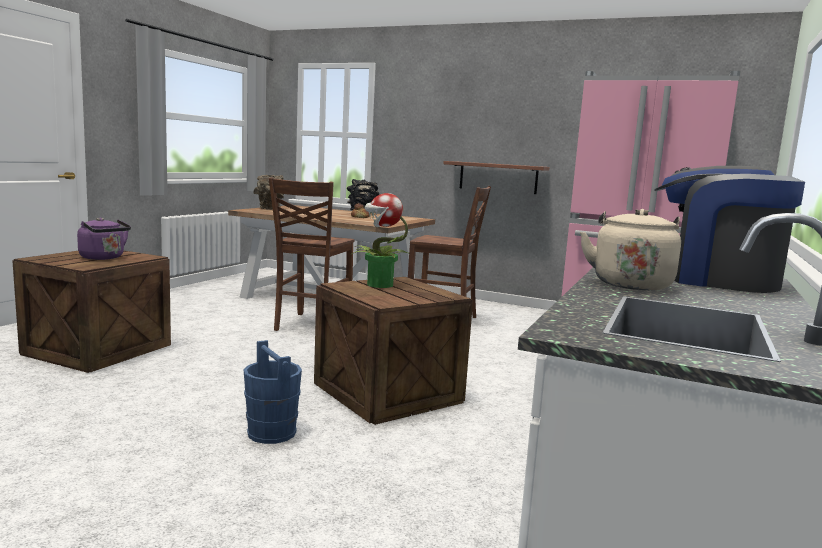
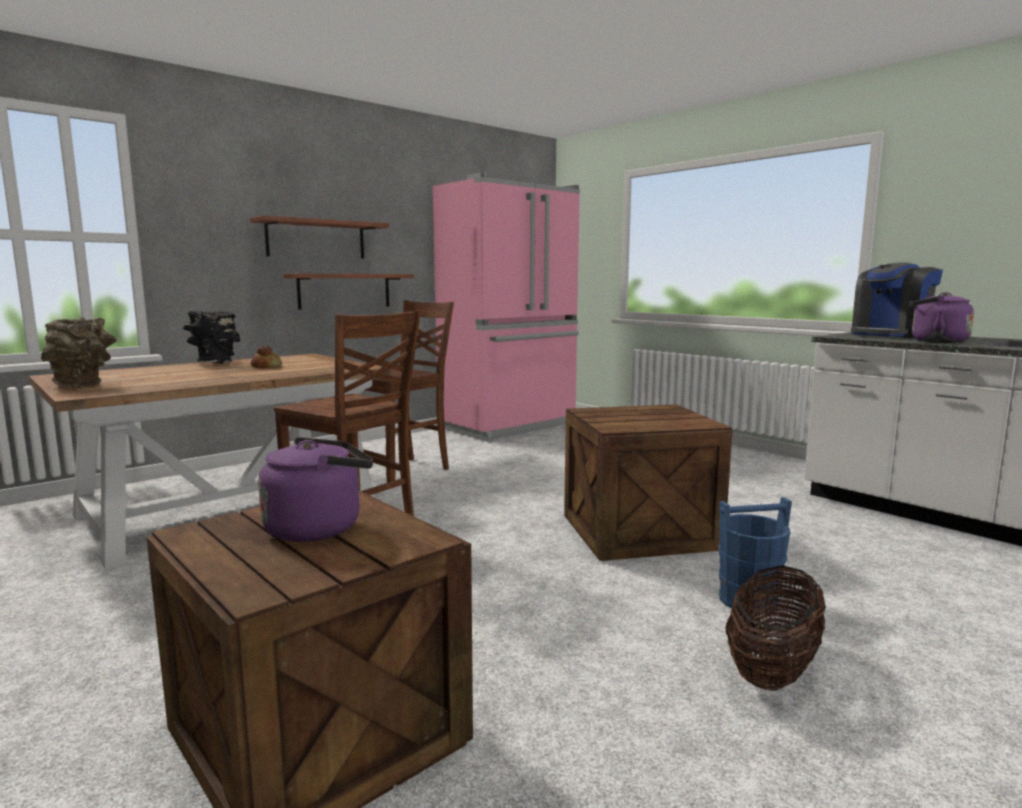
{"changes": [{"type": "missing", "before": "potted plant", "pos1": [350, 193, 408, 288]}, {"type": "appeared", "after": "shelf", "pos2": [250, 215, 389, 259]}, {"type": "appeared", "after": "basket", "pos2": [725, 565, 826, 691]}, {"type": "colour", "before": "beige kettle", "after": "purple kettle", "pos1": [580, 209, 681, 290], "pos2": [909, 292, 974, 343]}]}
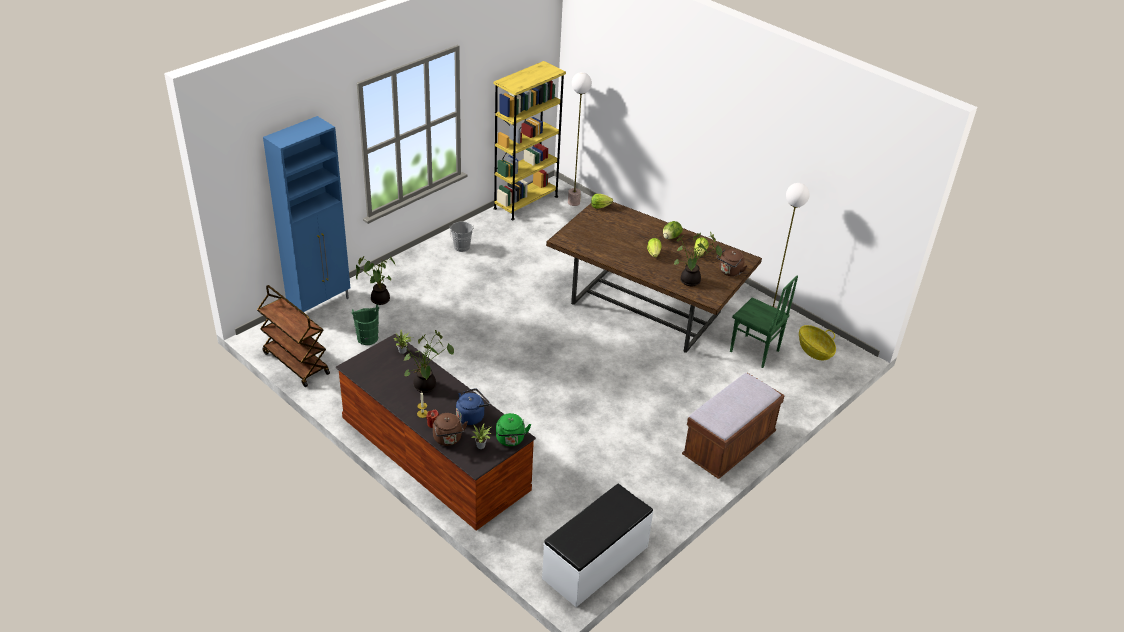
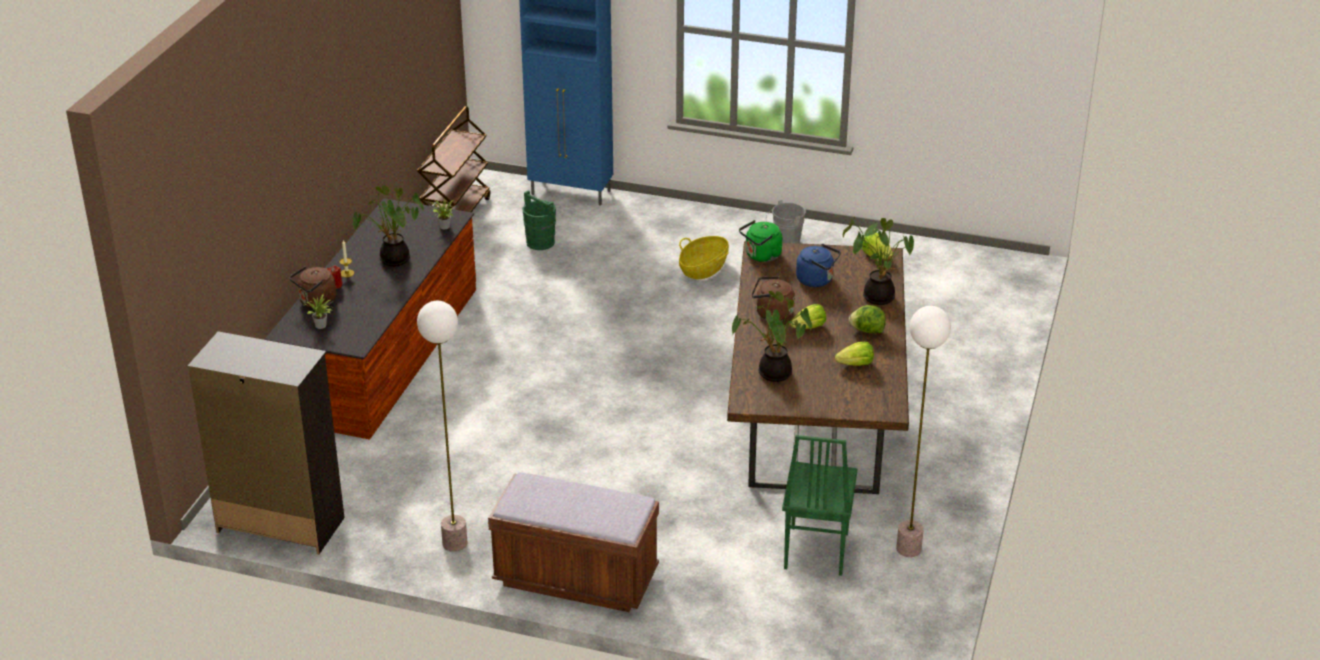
{"changes": [{"type": "missing", "before": "yellow bookcase", "pos1": [493, 61, 566, 220]}, {"type": "relocated", "before": "potted plant", "pos1": [356, 256, 396, 305], "pos2": [843, 217, 914, 305]}, {"type": "relocated", "before": "blue kettle", "pos1": [456, 388, 490, 425], "pos2": [796, 244, 841, 287]}, {"type": "relocated", "before": "green kettle", "pos1": [496, 413, 531, 446], "pos2": [739, 220, 782, 262]}, {"type": "relocated", "before": "floor lamp", "pos1": [568, 72, 592, 206], "pos2": [417, 301, 468, 552]}, {"type": "relocated", "before": "brown kettle", "pos1": [717, 249, 747, 276], "pos2": [752, 276, 795, 321]}, {"type": "relocated", "before": "basket", "pos1": [799, 325, 836, 360], "pos2": [679, 236, 729, 279]}, {"type": "exchanged", "before": "white bench", "after": "black dresser", "pos1": [542, 484, 653, 607], "pos2": [187, 331, 345, 554]}]}
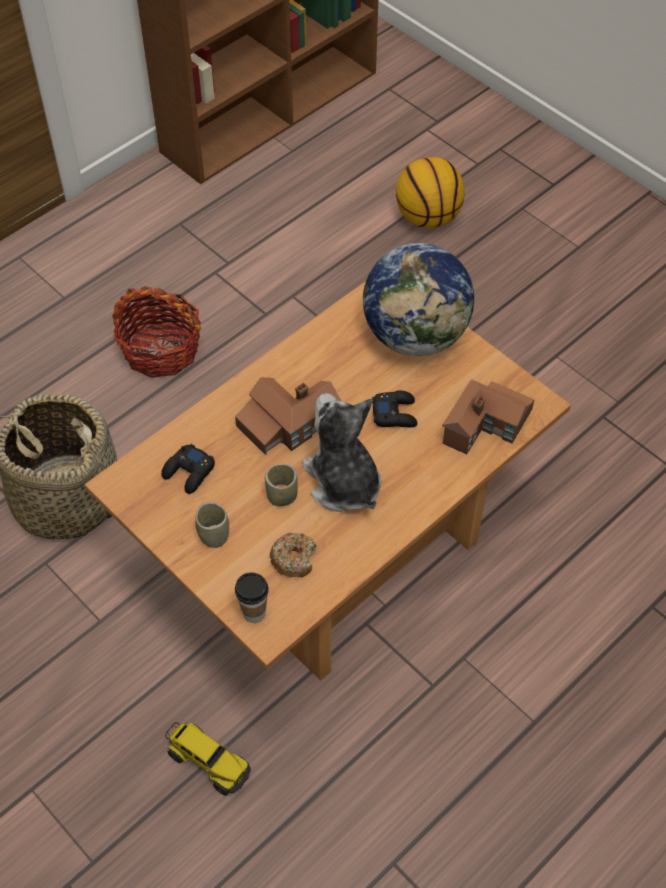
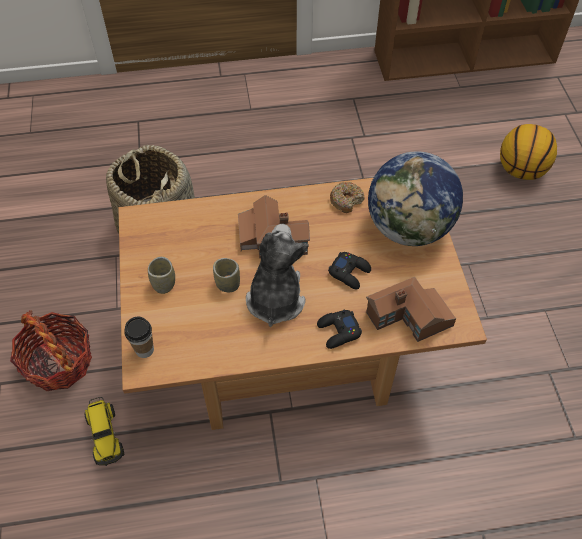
{"changes": [{"type": "relocated", "before": "basket", "pos1": [112, 286, 201, 378], "pos2": [10, 310, 92, 391]}, {"type": "relocated", "before": "black game controller", "pos1": [161, 444, 215, 494], "pos2": [317, 310, 362, 349]}, {"type": "relocated", "before": "donut", "pos1": [269, 532, 317, 577], "pos2": [330, 182, 365, 213]}]}
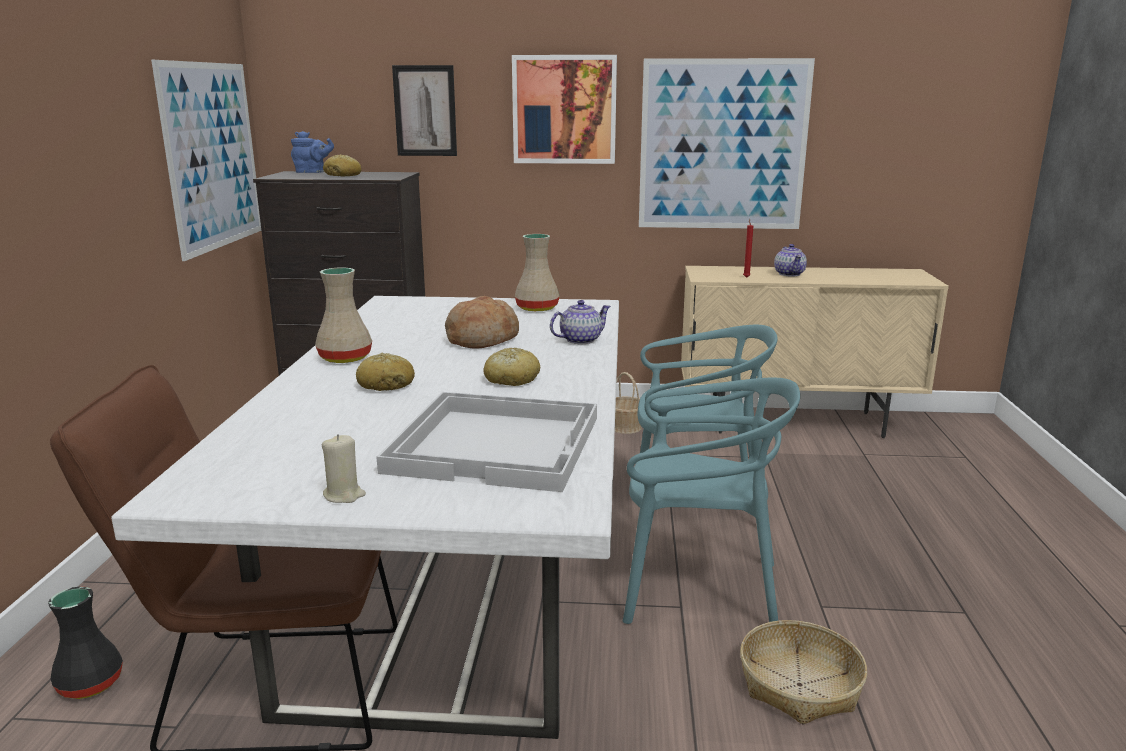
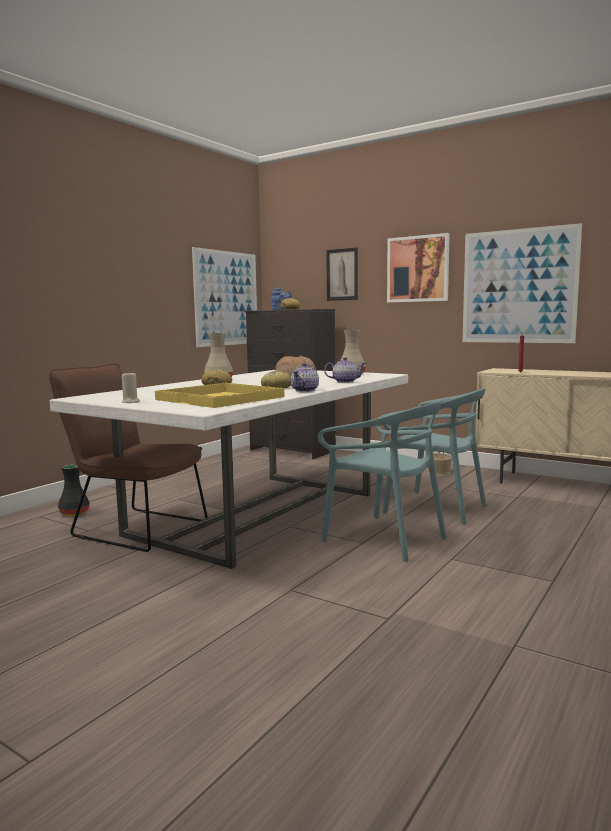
{"changes": [{"type": "missing", "before": "basket", "pos1": [740, 620, 867, 724]}, {"type": "relocated", "before": "teapot", "pos1": [774, 244, 807, 276], "pos2": [291, 363, 319, 392]}, {"type": "colour", "before": "white tray", "after": "yellow tray", "pos1": [377, 392, 597, 492], "pos2": [155, 383, 284, 408]}]}
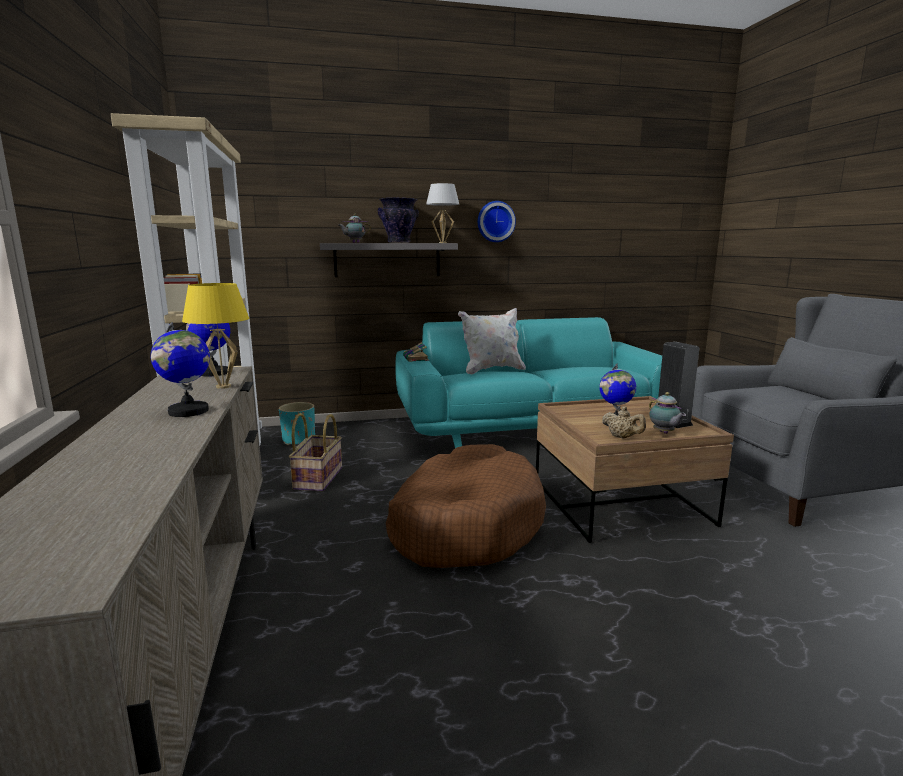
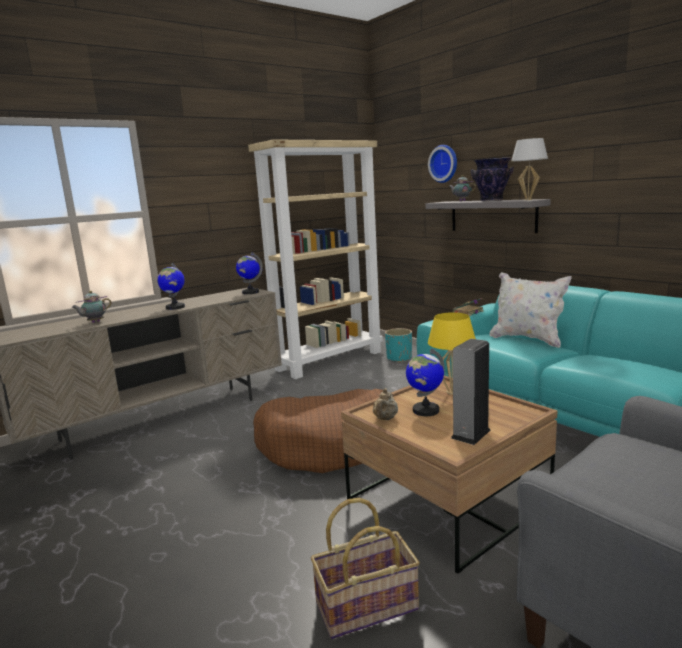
{"changes": [{"type": "relocated", "before": "yellow table lamp", "pos1": [182, 283, 249, 389], "pos2": [428, 312, 476, 395]}, {"type": "relocated", "before": "basket", "pos1": [289, 413, 342, 491], "pos2": [311, 498, 420, 639]}, {"type": "relocated", "before": "wall clock", "pos1": [478, 201, 516, 242], "pos2": [428, 145, 457, 183]}, {"type": "relocated", "before": "teapot", "pos1": [649, 392, 686, 434], "pos2": [72, 291, 112, 323]}]}
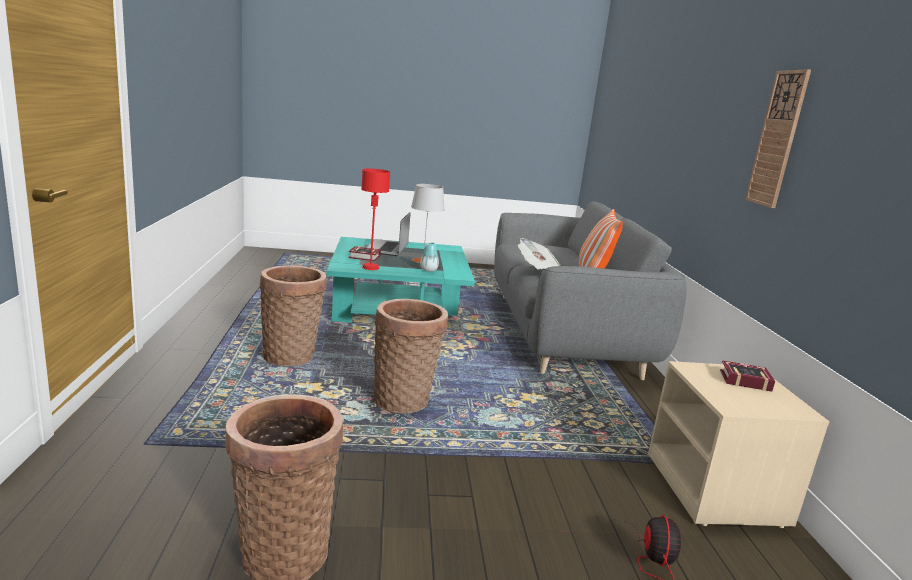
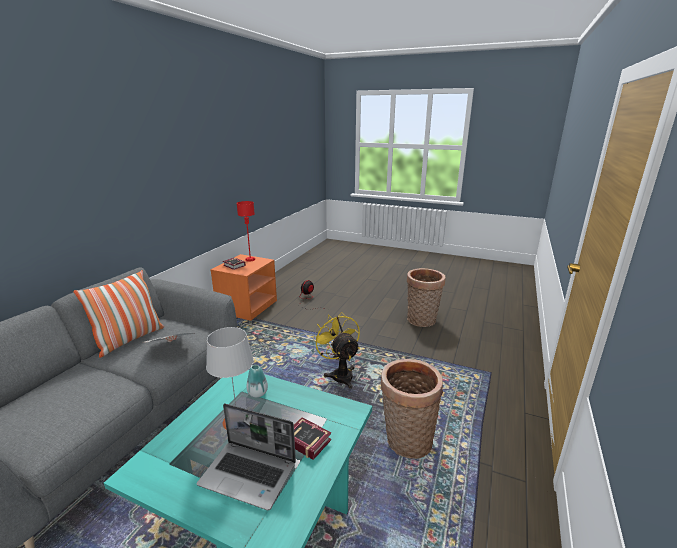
{"changes": [{"type": "missing", "before": "wall clock", "pos1": [745, 69, 811, 208]}, {"type": "relocated", "before": "red table lamp", "pos1": [361, 169, 390, 270], "pos2": [237, 201, 256, 262]}, {"type": "exchanged", "before": "basket", "after": "yellow fan", "pos1": [374, 299, 448, 413], "pos2": [312, 312, 360, 389]}, {"type": "colour", "before": "beige nightstand", "after": "orange nightstand", "pos1": [648, 361, 830, 528], "pos2": [211, 254, 277, 321]}, {"type": "spun", "before": "laptop", "pos1": [366, 212, 410, 256], "pos2": [197, 404, 296, 510], "turn": 75}]}
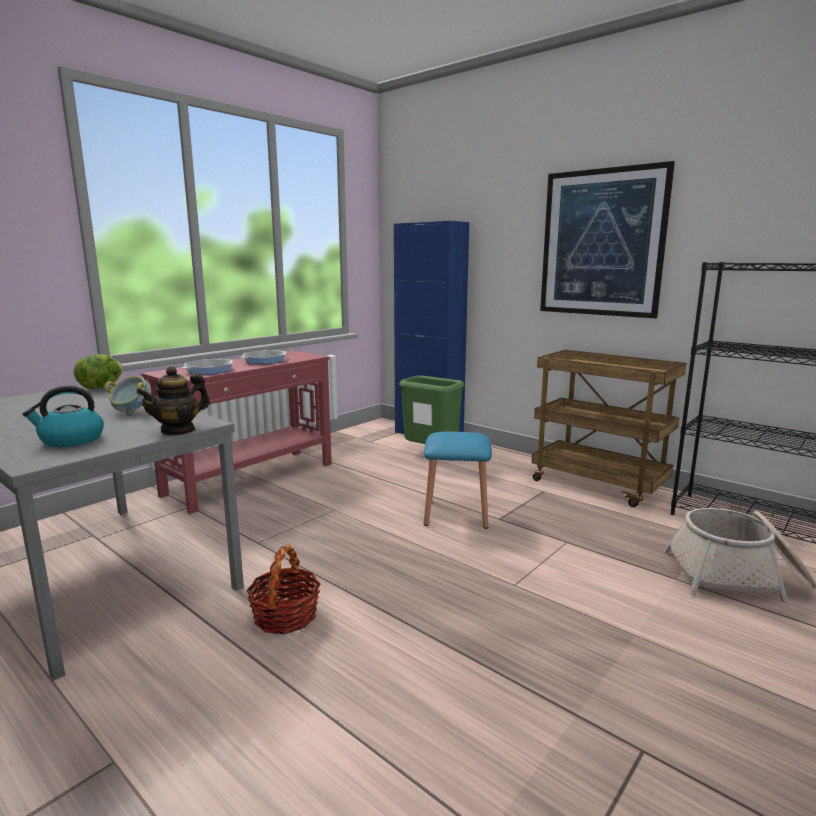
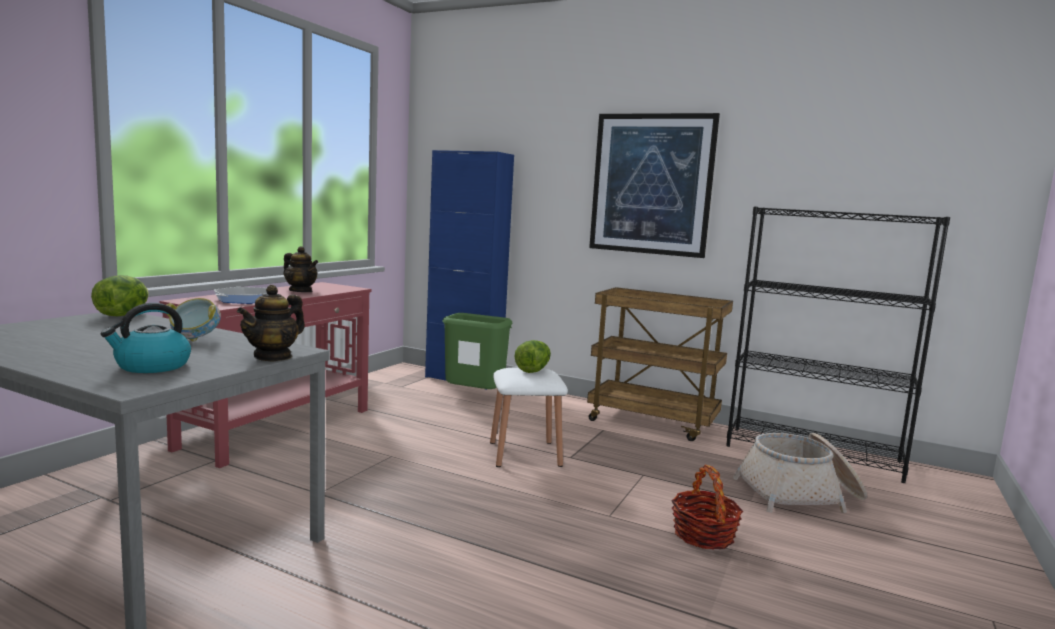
{"changes": [{"type": "appeared", "after": "lettuce", "pos2": [514, 340, 551, 373]}, {"type": "relocated", "before": "basket", "pos1": [246, 544, 321, 634], "pos2": [671, 465, 743, 550]}, {"type": "exchanged", "before": "frying pan", "after": "teapot", "pos1": [241, 350, 287, 364], "pos2": [283, 246, 318, 292]}, {"type": "colour", "before": "blue stool", "after": "white stool", "pos1": [424, 432, 492, 529], "pos2": [490, 368, 568, 467]}]}
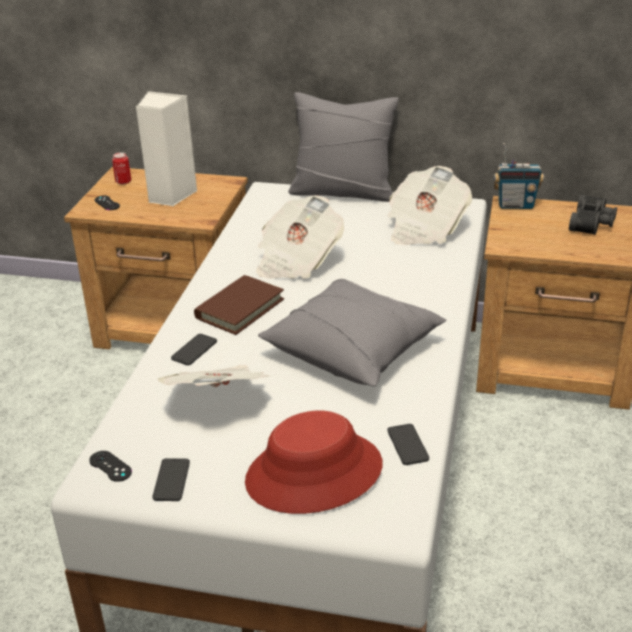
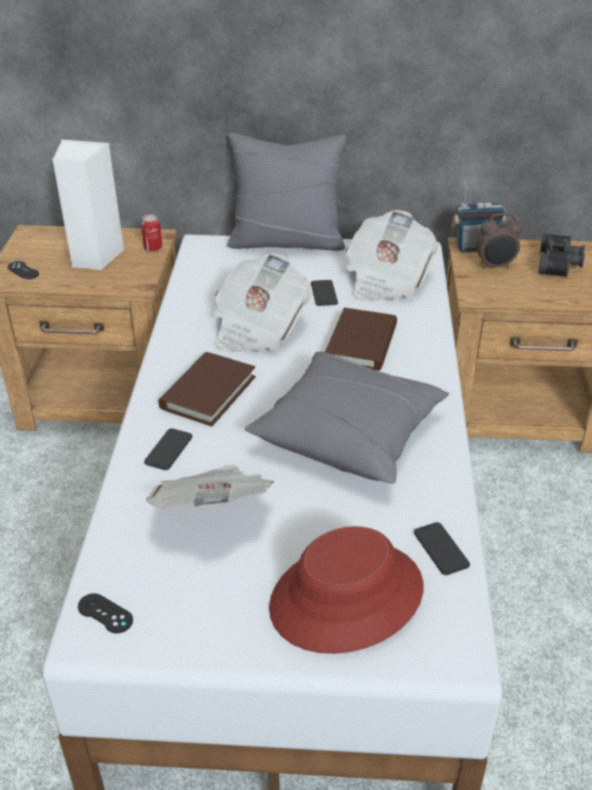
{"changes": [{"type": "appeared", "after": "brown book", "pos2": [325, 308, 397, 371]}, {"type": "appeared", "after": "alarm clock", "pos2": [476, 213, 522, 269]}, {"type": "relocated", "before": "can", "pos1": [112, 152, 131, 185], "pos2": [141, 214, 162, 252]}, {"type": "relocated", "before": "phone", "pos1": [152, 458, 190, 501], "pos2": [311, 280, 338, 306]}]}
